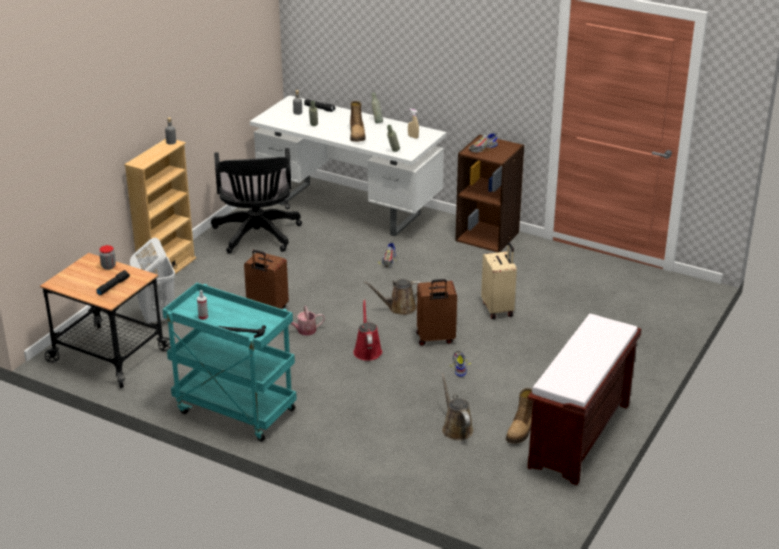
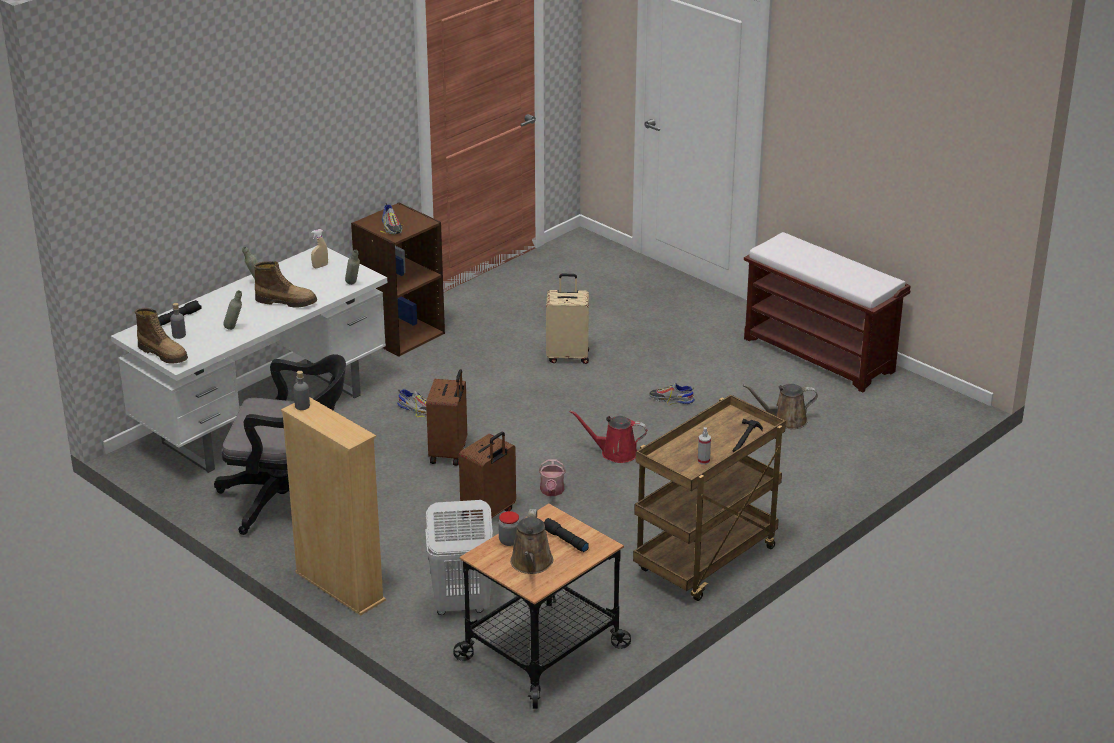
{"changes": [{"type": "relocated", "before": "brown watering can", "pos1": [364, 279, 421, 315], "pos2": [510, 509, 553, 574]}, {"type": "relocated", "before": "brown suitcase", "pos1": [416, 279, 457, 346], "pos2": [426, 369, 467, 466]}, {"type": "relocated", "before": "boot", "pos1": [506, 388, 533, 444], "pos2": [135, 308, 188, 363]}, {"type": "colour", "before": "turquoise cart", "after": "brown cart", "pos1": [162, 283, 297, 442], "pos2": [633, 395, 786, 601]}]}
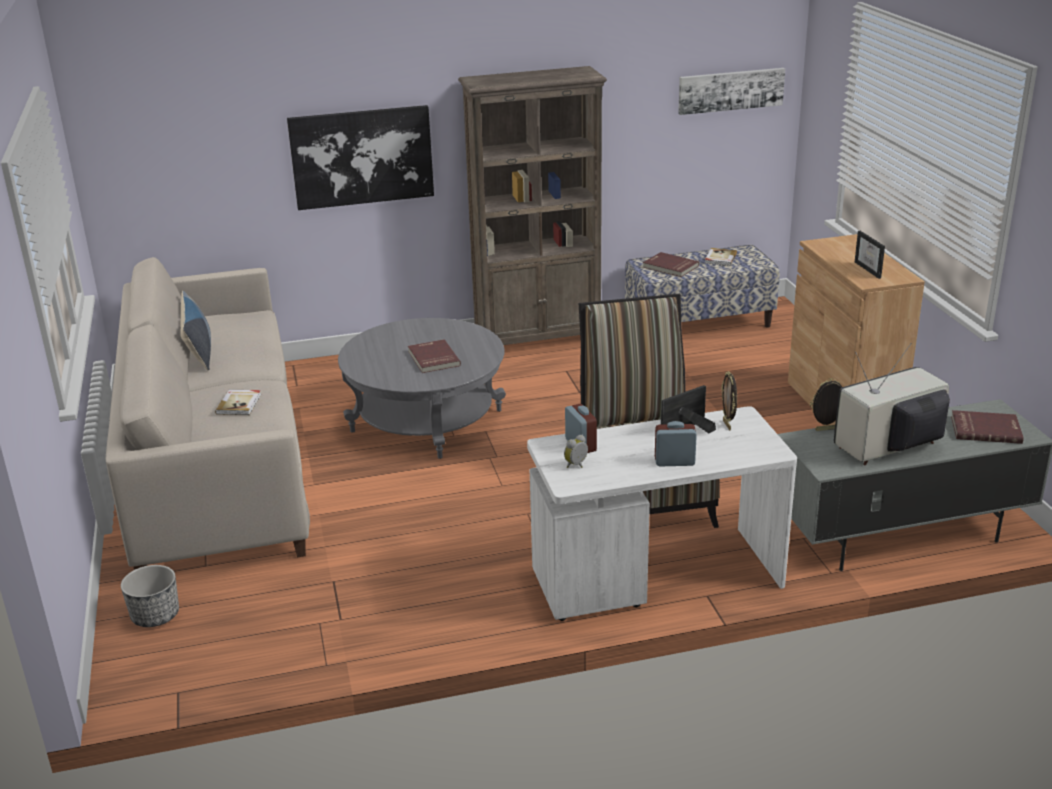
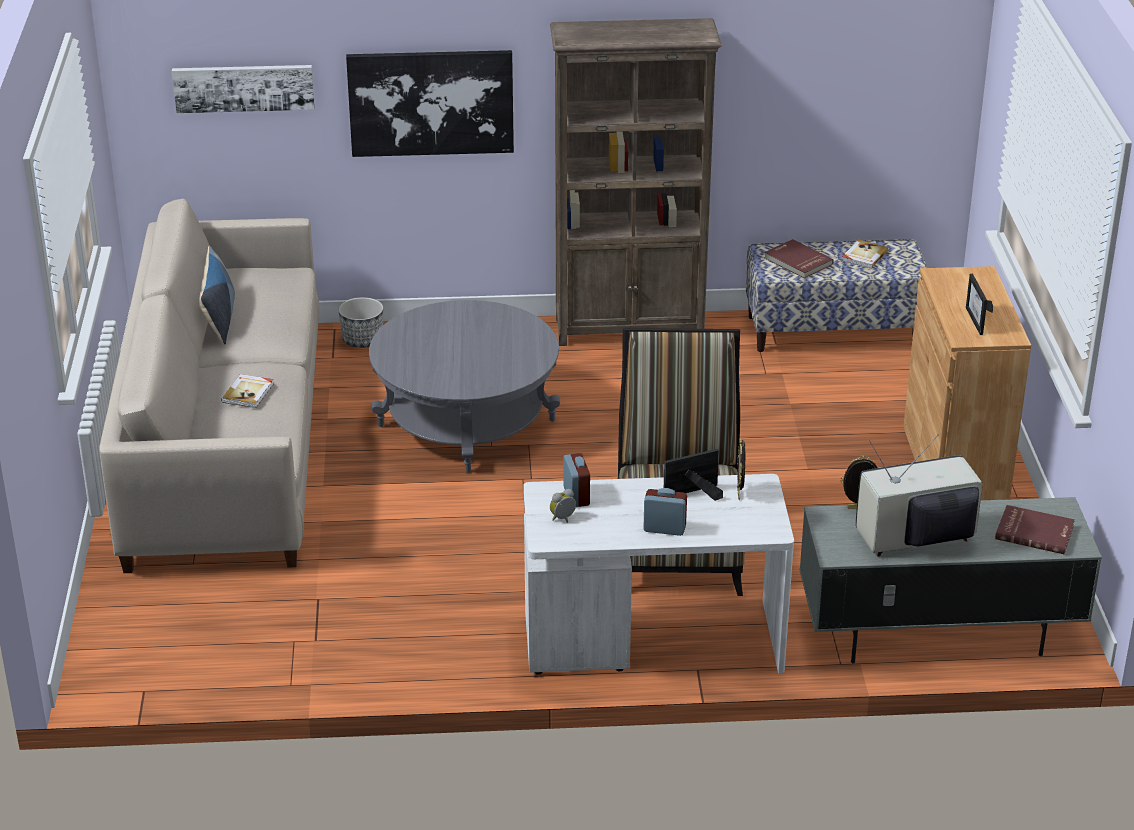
{"changes": [{"type": "missing", "before": "red book", "pos1": [408, 339, 461, 373]}, {"type": "relocated", "before": "planter", "pos1": [121, 565, 179, 627], "pos2": [338, 297, 383, 348]}, {"type": "relocated", "before": "picture", "pos1": [678, 68, 785, 115], "pos2": [172, 65, 315, 113]}]}
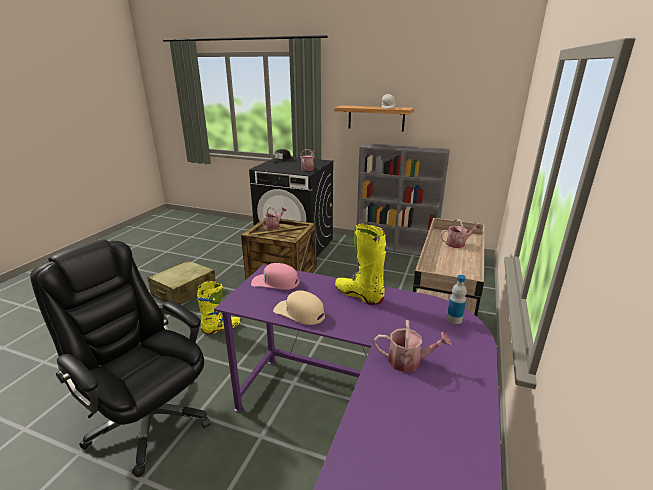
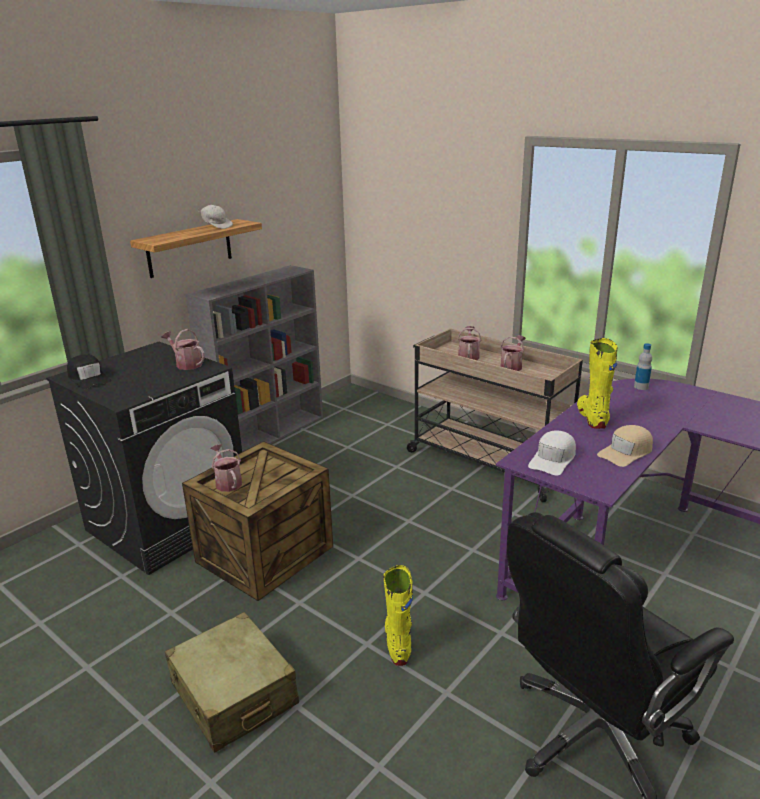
{"changes": [{"type": "relocated", "before": "watering can", "pos1": [374, 320, 452, 372], "pos2": [500, 335, 526, 371]}, {"type": "colour", "before": "pink cap", "after": "white cap", "pos1": [251, 263, 299, 290], "pos2": [528, 430, 576, 476]}, {"type": "spun", "before": "yellow boot", "pos1": [335, 224, 388, 305], "pos2": [577, 338, 618, 429], "turn": 120}]}
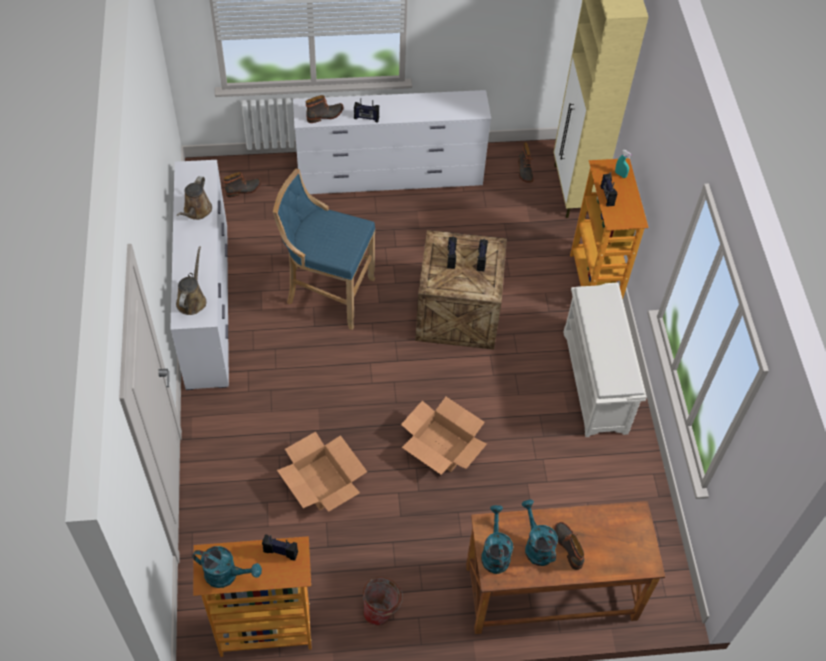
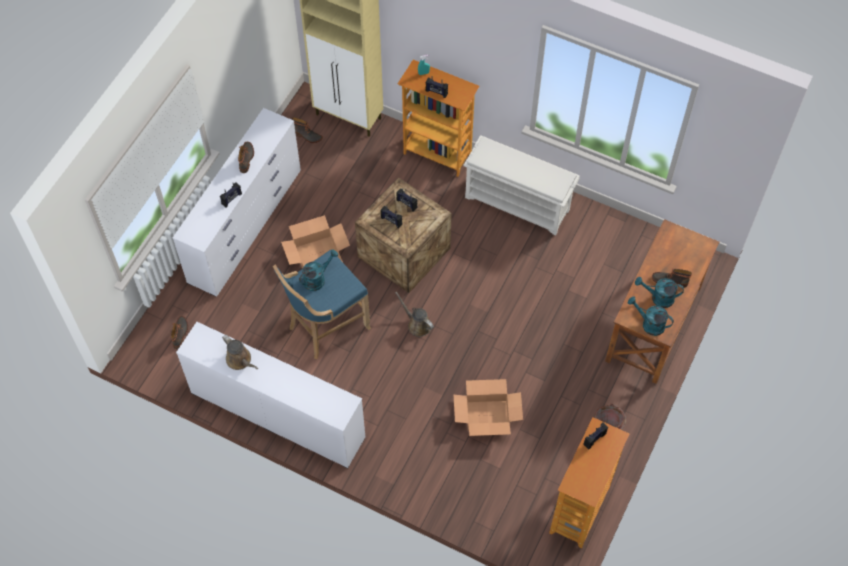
{"changes": [{"type": "relocated", "before": "brown watering can", "pos1": [176, 247, 206, 315], "pos2": [395, 292, 434, 337]}, {"type": "relocated", "before": "turquoise watering can", "pos1": [192, 546, 262, 588], "pos2": [299, 249, 338, 291]}, {"type": "relocated", "before": "boot", "pos1": [306, 95, 343, 123], "pos2": [238, 142, 254, 173]}, {"type": "relocated", "before": "cardboard box", "pos1": [401, 397, 487, 475], "pos2": [281, 215, 350, 269]}]}
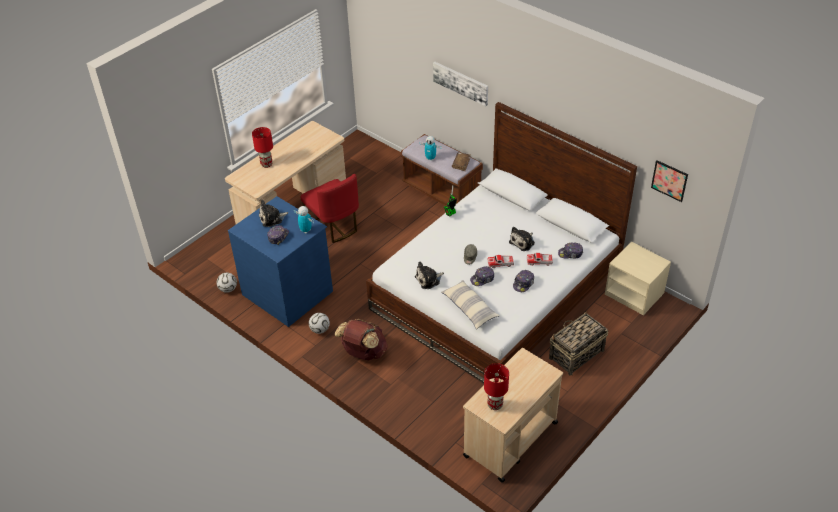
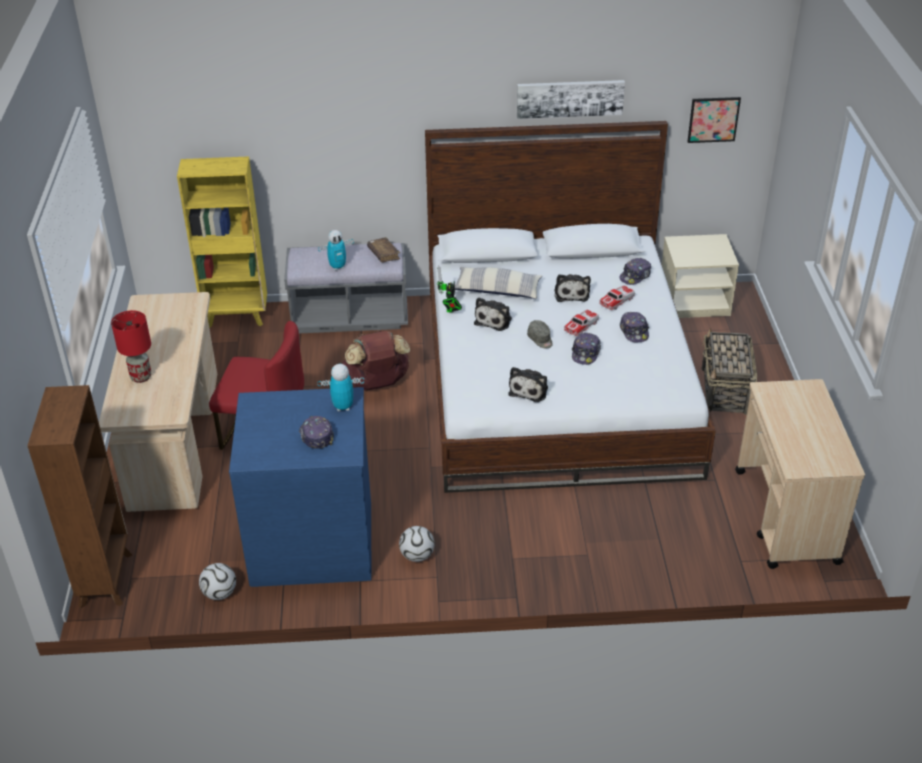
{"changes": [{"type": "missing", "before": "red table lamp", "pos1": [484, 363, 509, 410]}, {"type": "appeared", "after": "brown bookcase", "pos2": [28, 385, 132, 608]}, {"type": "appeared", "after": "yellow bookcase", "pos2": [177, 156, 267, 328]}, {"type": "relocated", "before": "plush toy", "pos1": [259, 200, 288, 227], "pos2": [474, 298, 512, 331]}, {"type": "relocated", "before": "brown backpack", "pos1": [335, 319, 388, 360], "pos2": [342, 330, 410, 391]}, {"type": "relocated", "before": "picture", "pos1": [433, 62, 488, 106], "pos2": [517, 80, 625, 119]}, {"type": "relocated", "before": "pillow", "pos1": [441, 280, 499, 329], "pos2": [455, 267, 542, 299]}, {"type": "colour", "before": "brown bench", "after": "grey bench", "pos1": [401, 134, 483, 206], "pos2": [284, 243, 408, 333]}]}
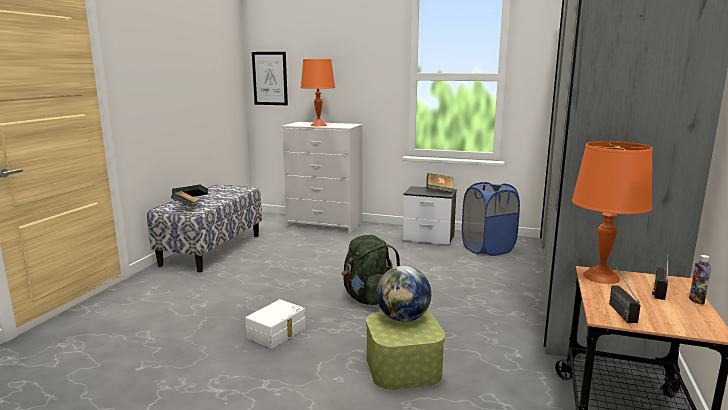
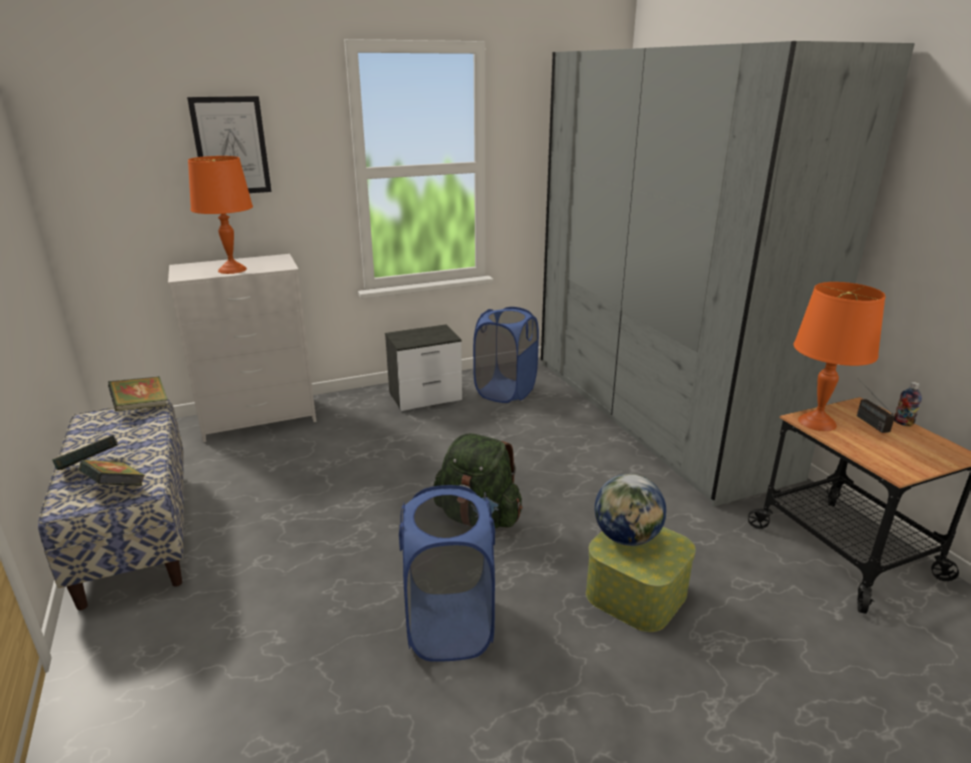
{"changes": [{"type": "missing", "before": "radio", "pos1": [609, 263, 641, 323]}, {"type": "relocated", "before": "picture", "pos1": [252, 52, 288, 105], "pos2": [187, 96, 271, 193]}, {"type": "relocated", "before": "book", "pos1": [426, 173, 454, 193], "pos2": [108, 376, 168, 411]}, {"type": "exchanged", "before": "white storage box", "after": "blue laundry basket", "pos1": [245, 299, 306, 349], "pos2": [399, 485, 495, 662]}]}
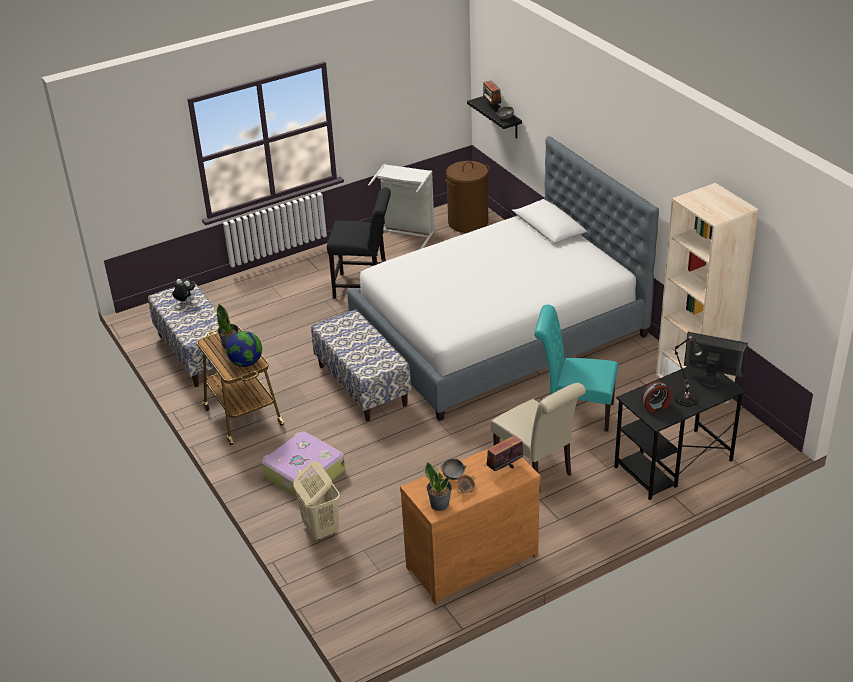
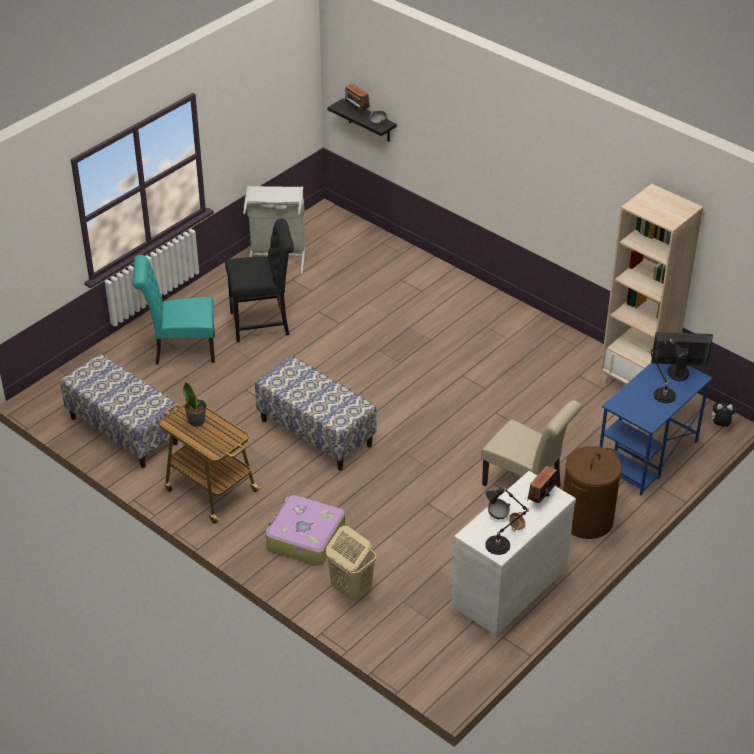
{"changes": [{"type": "missing", "before": "globe", "pos1": [226, 331, 262, 367]}, {"type": "missing", "before": "bed", "pos1": [347, 136, 659, 421]}, {"type": "missing", "before": "alarm clock", "pos1": [641, 381, 671, 412]}, {"type": "relocated", "before": "plush toy", "pos1": [172, 279, 195, 303], "pos2": [708, 402, 736, 427]}, {"type": "relocated", "before": "brown laundry basket", "pos1": [445, 161, 490, 233], "pos2": [563, 446, 622, 539]}, {"type": "relocated", "before": "turquoise chair", "pos1": [534, 305, 618, 432], "pos2": [133, 255, 215, 364]}, {"type": "exchanged", "before": "potted plant", "after": "black table lamp", "pos1": [425, 462, 452, 511], "pos2": [485, 487, 529, 555]}, {"type": "colour", "before": "brown dresser", "after": "white dresser", "pos1": [400, 449, 541, 605], "pos2": [451, 471, 576, 639]}, {"type": "colour", "before": "black desk", "after": "blue desk", "pos1": [614, 366, 746, 500], "pos2": [599, 363, 713, 495]}]}
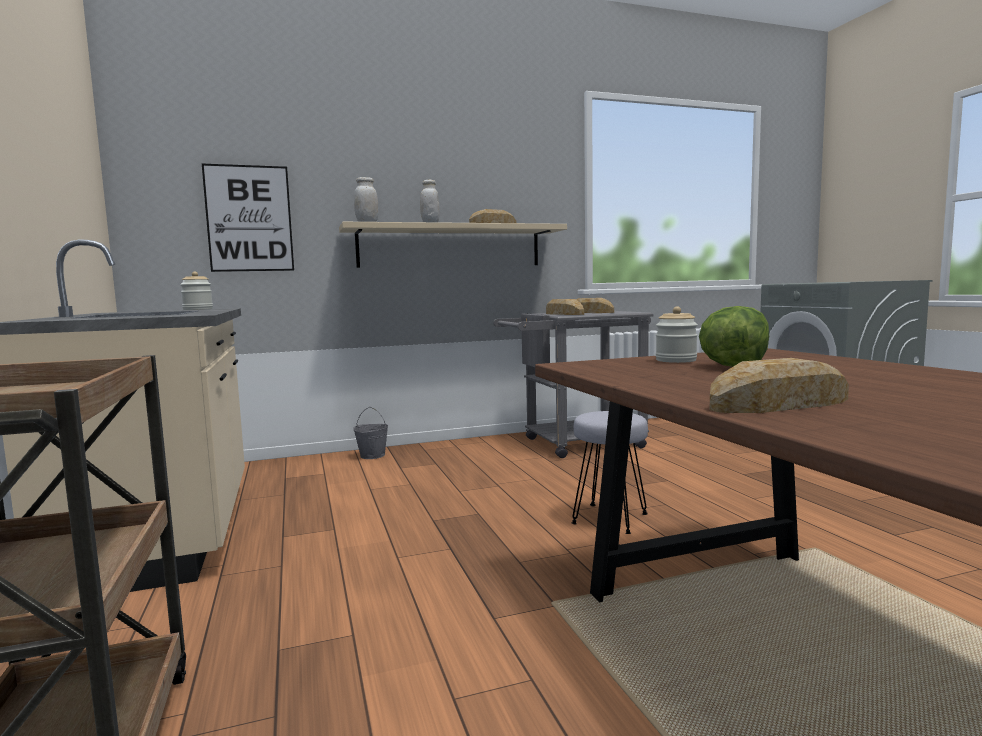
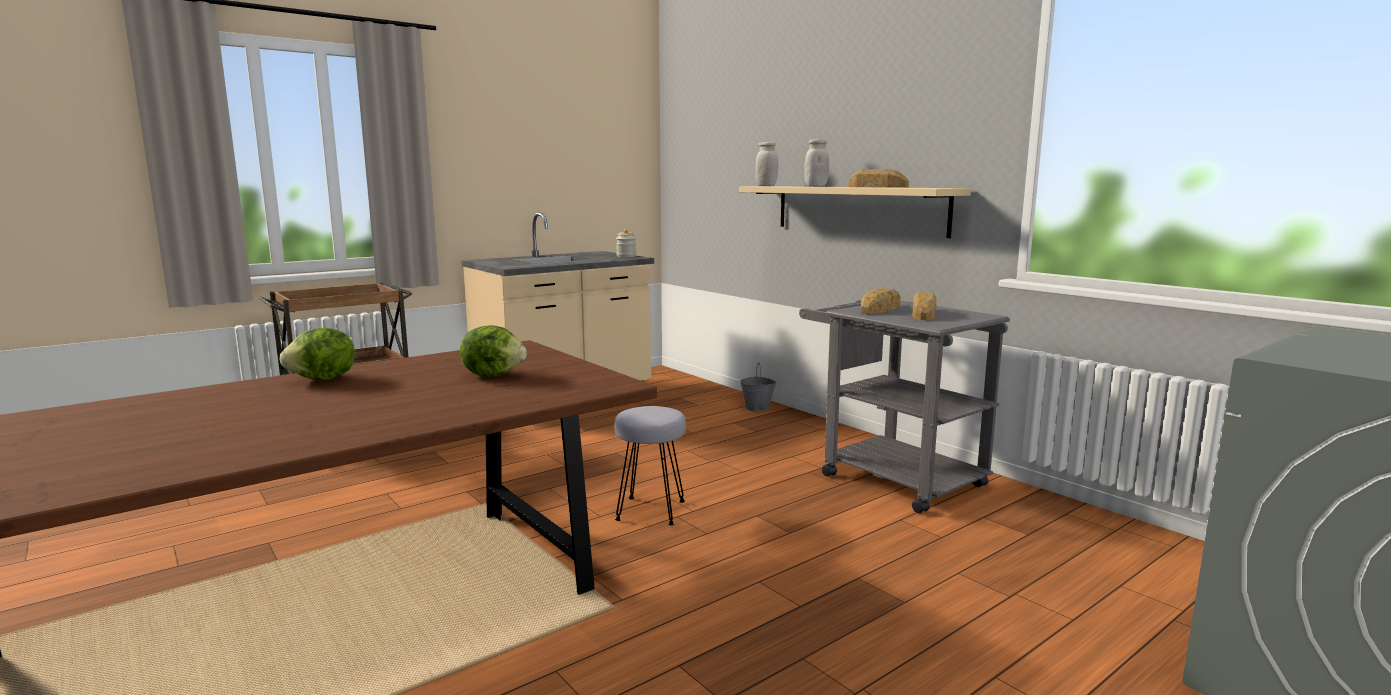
{"changes": [{"type": "missing", "before": "picture", "pos1": [202, 164, 294, 272]}, {"type": "missing", "before": "jar", "pos1": [656, 307, 698, 363]}, {"type": "exchanged", "before": "bread", "after": "lettuce", "pos1": [709, 358, 849, 413], "pos2": [280, 328, 355, 380]}]}
